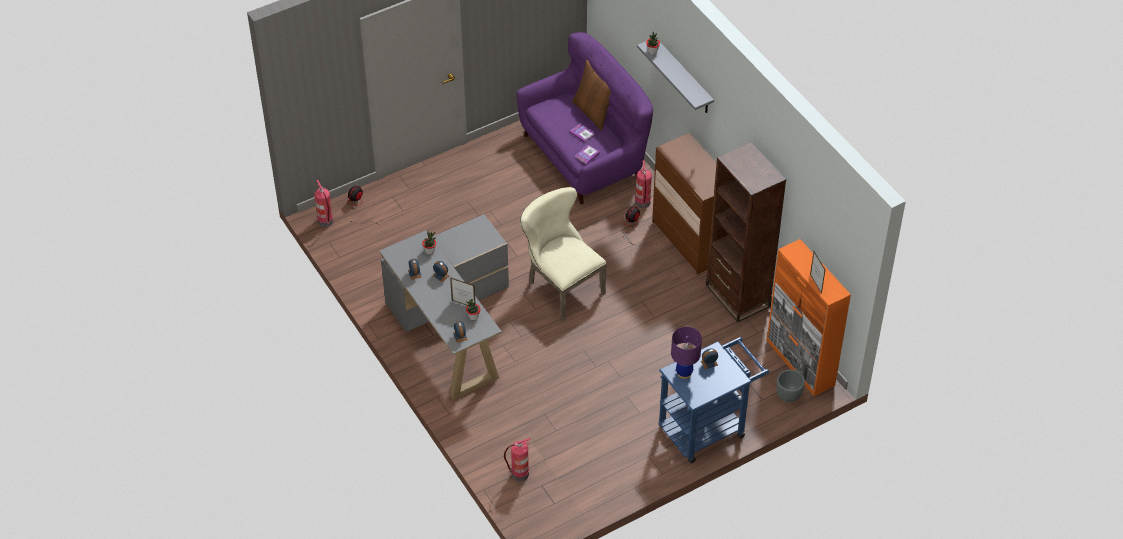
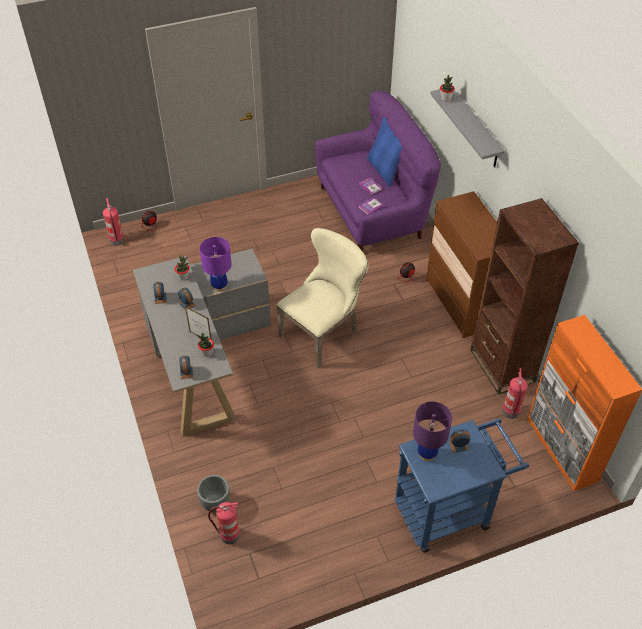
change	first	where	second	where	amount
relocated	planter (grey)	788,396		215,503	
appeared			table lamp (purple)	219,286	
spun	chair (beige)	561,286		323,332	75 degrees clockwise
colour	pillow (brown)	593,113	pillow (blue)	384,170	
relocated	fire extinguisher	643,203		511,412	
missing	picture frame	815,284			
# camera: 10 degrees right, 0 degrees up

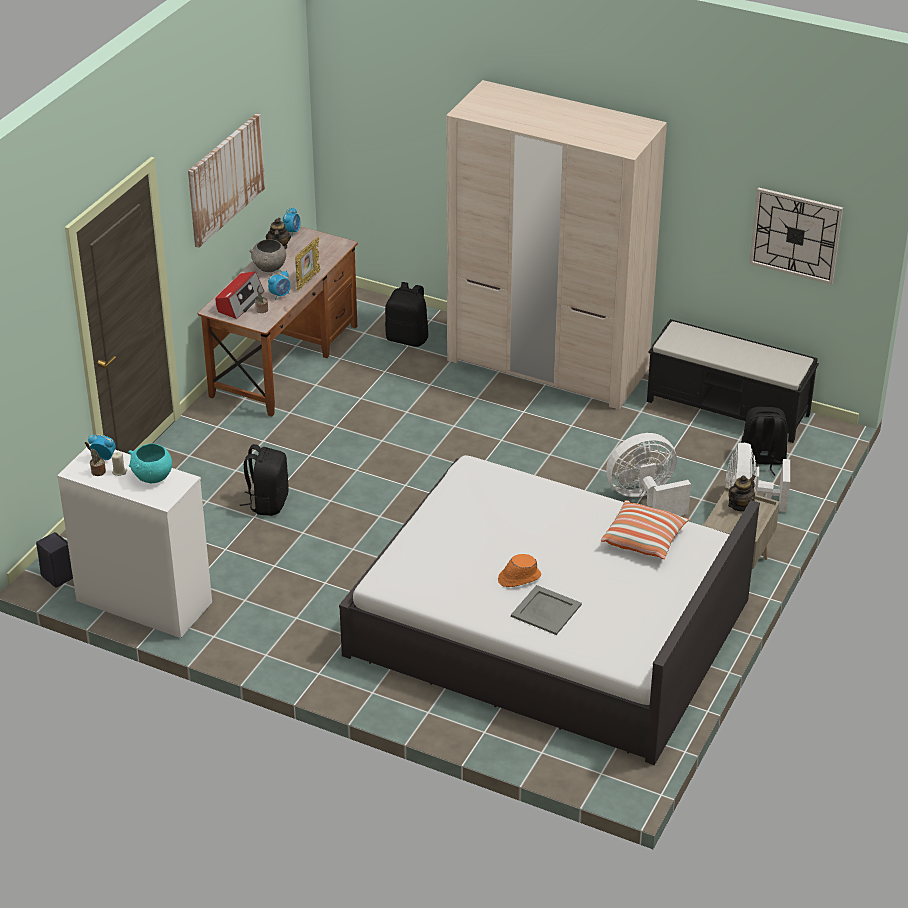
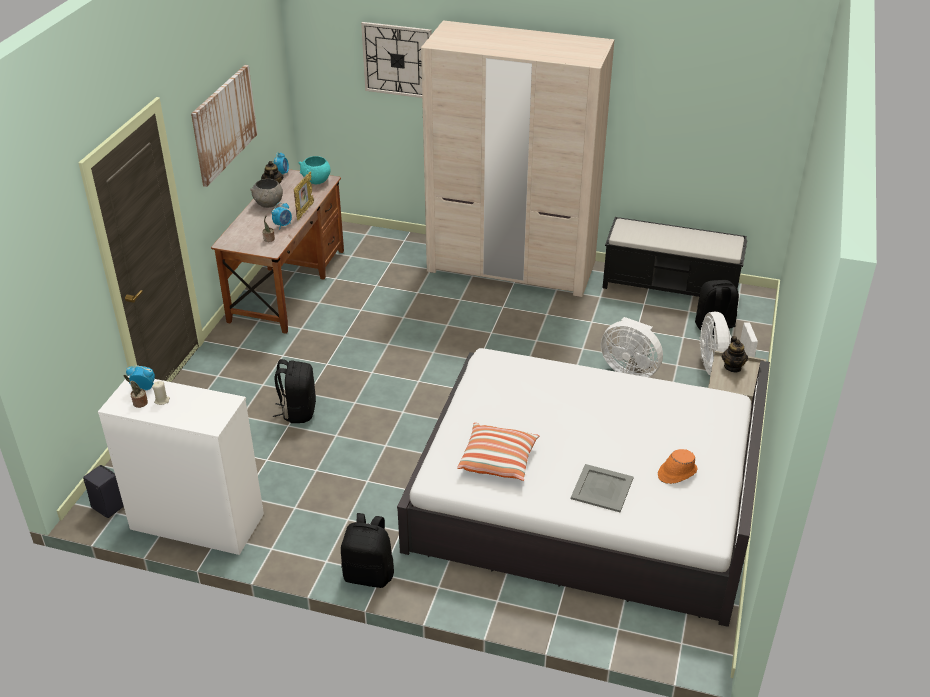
change	first	where	second	where	amount
relocated	bowl (turquoise)	152,478		316,181	
relocated	backpack (black)	408,339		369,574	
relocated	wall clock	796,235		398,60	
relocated	pillow	644,540		498,460	
spun	fan (white)	645,499		630,370	120 degrees counterclockwise
relocated	hat (orange)	519,578		676,473	
spun	teapot	740,506		733,367	150 degrees clockwise
missing	radio	239,302			
# camera: 10 degrees left, 0 degrees up

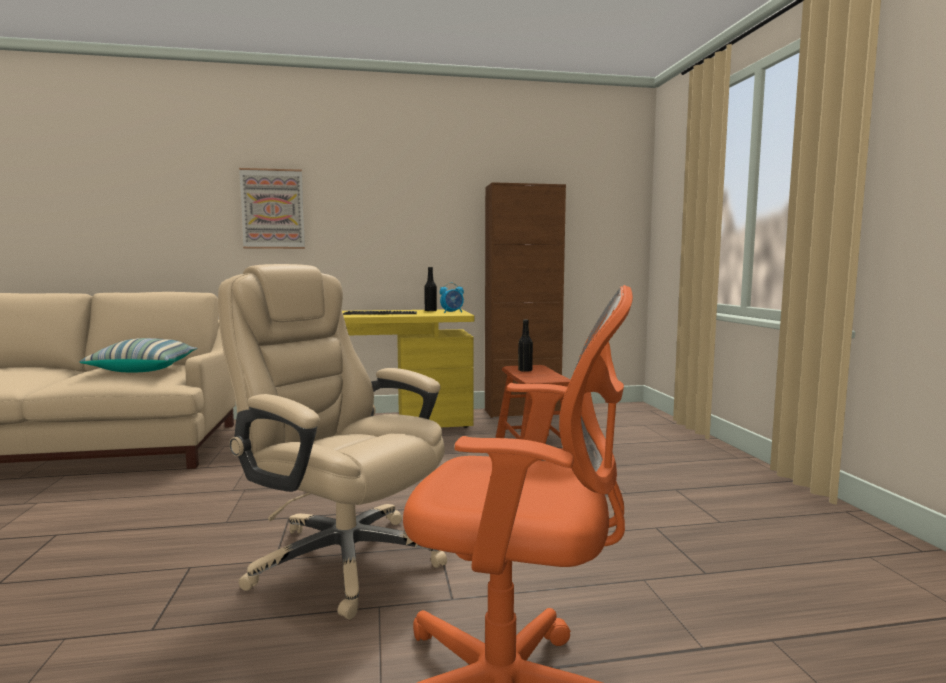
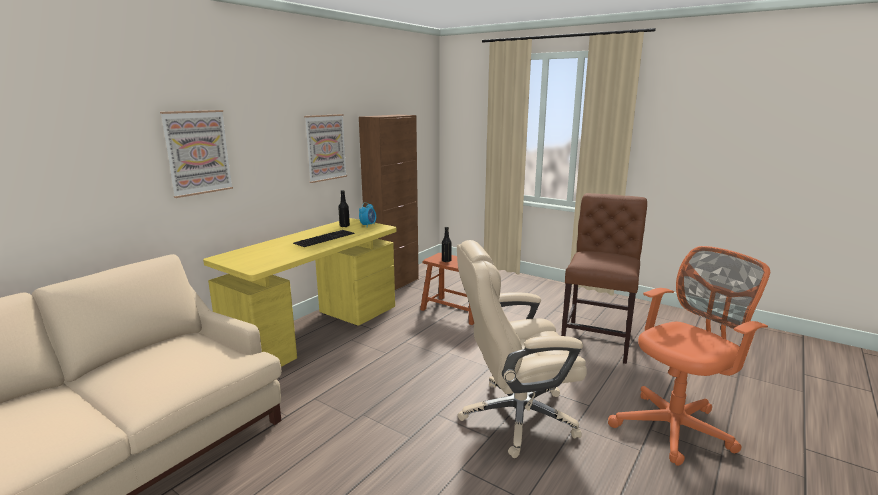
change	first	where	second	where	amount
appeared			picture	325,147	
appeared			chair (brown)	597,338	
missing	pillow	144,369			
# camera: 45 degrees left, 10 degrees up

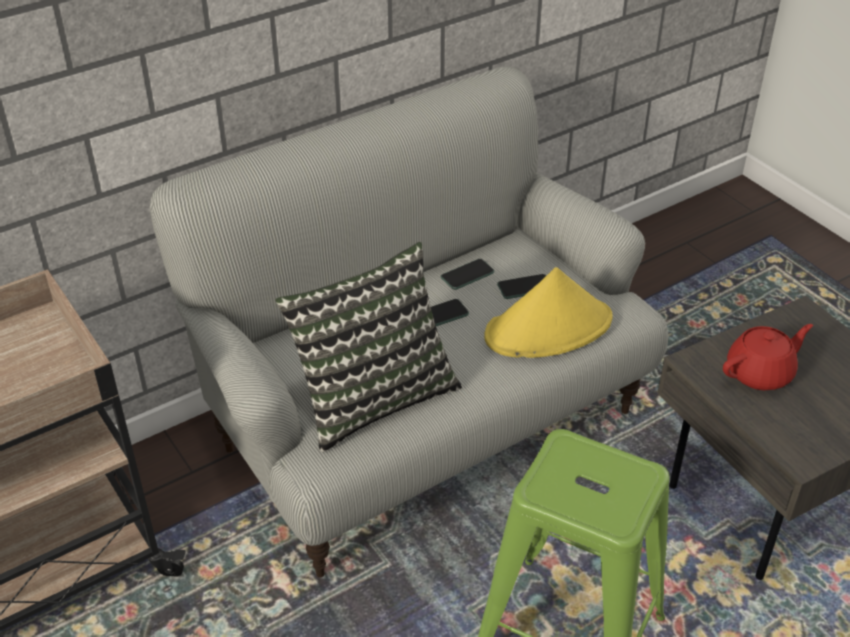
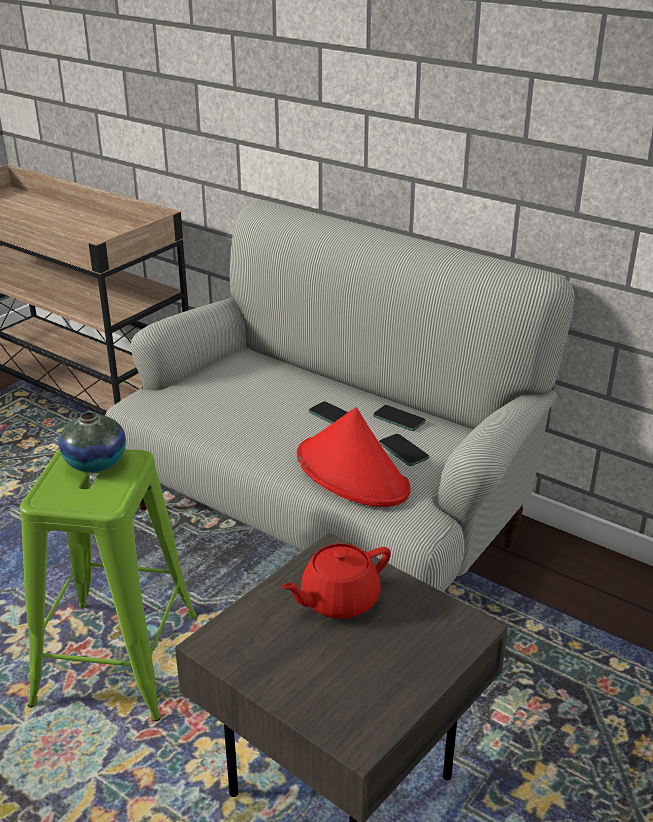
change	first	where	second	where	amount
appeared			vase	95,463	
spun	teapot (red)	760,373		338,600	105 degrees clockwise
colour	hat (yellow)	549,328	hat (red)	352,473	
missing	pillow	372,396			
# camera: 70 degrees right, 10 degrees down

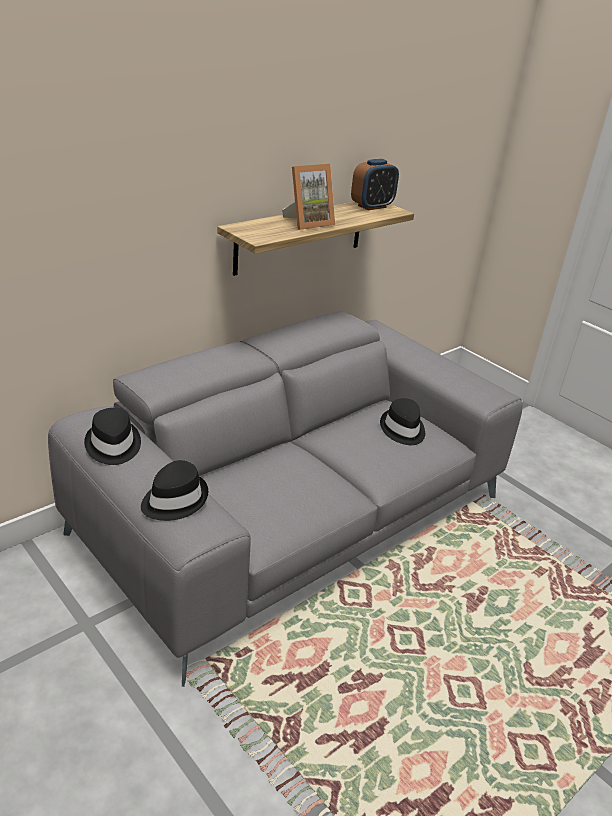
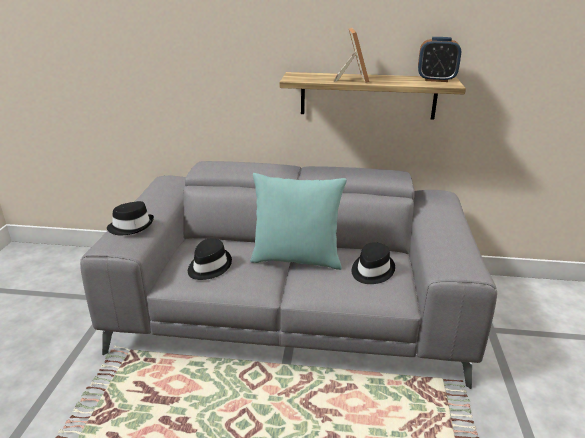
change	first	where	second	where	amount
relocated	hat (black)	112,445		208,266	
appeared			pillow (turquoise)	296,259	
spun	picture frame	308,223		352,79	105 degrees counterclockwise
# camera: 50 degrees right, 5 degrees down

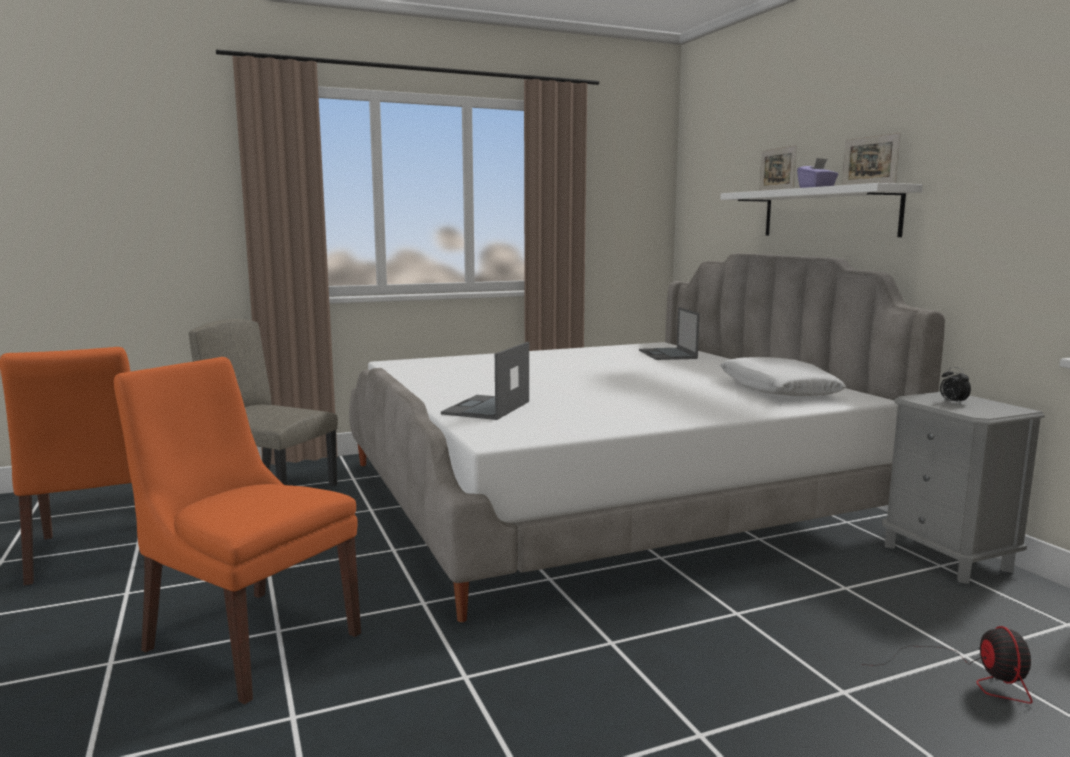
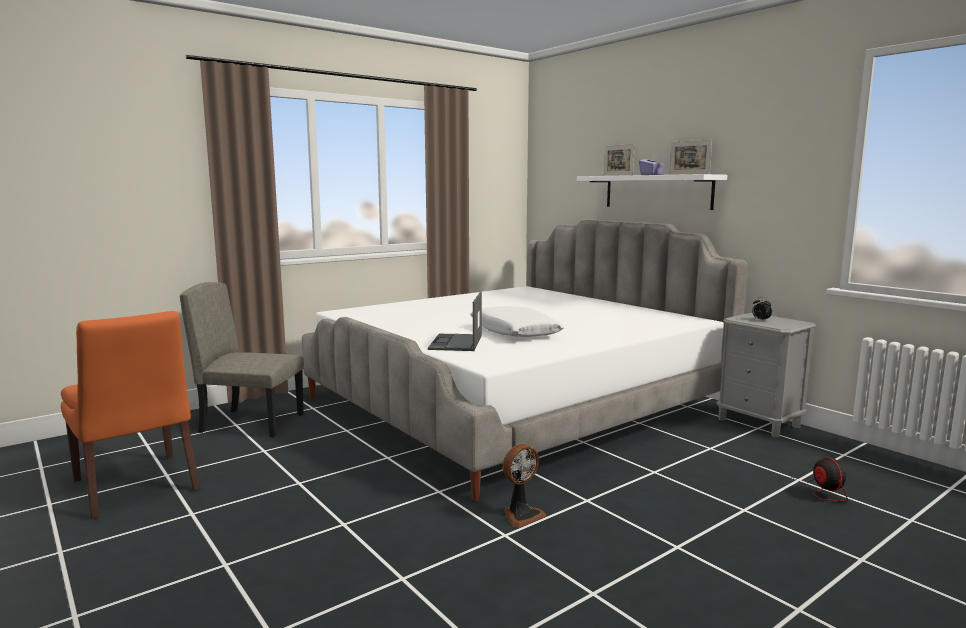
change	first	where	second	where	amount
relocated	pillow (white)	777,390		514,332	
appeared			fan	521,515	
missing	chair (orange)	248,639			
missing	laptop	668,354			
# camera: 15 degrees left, 0 degrees up

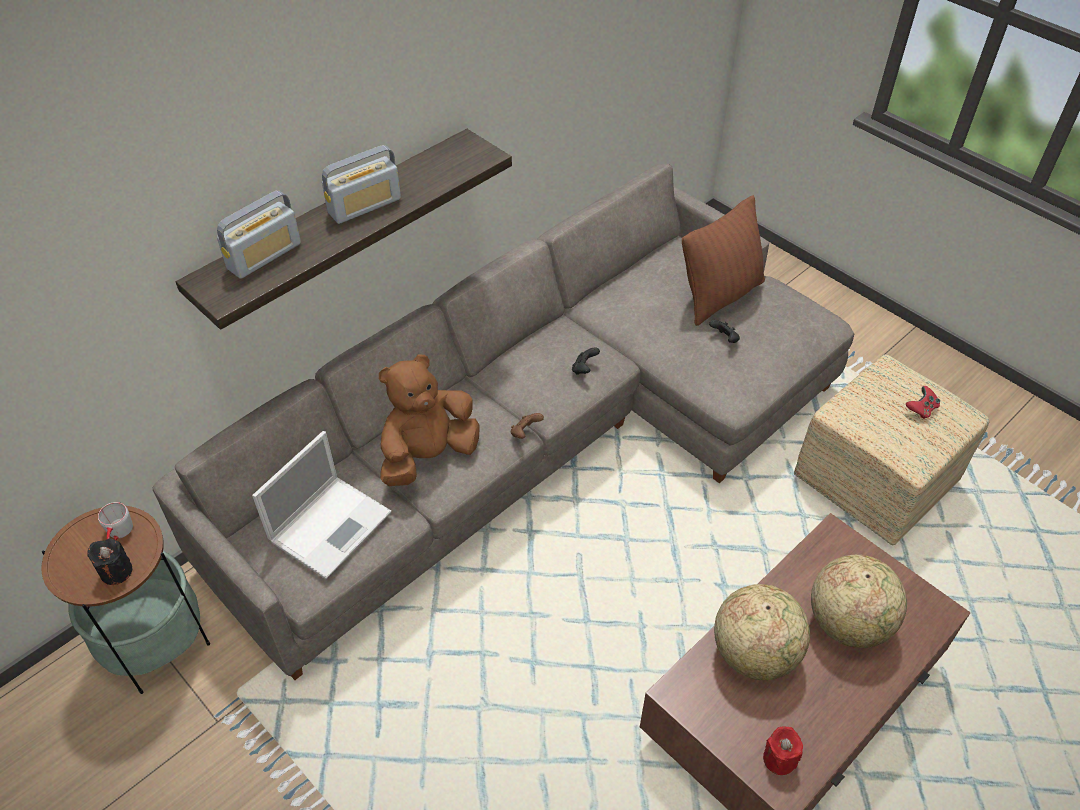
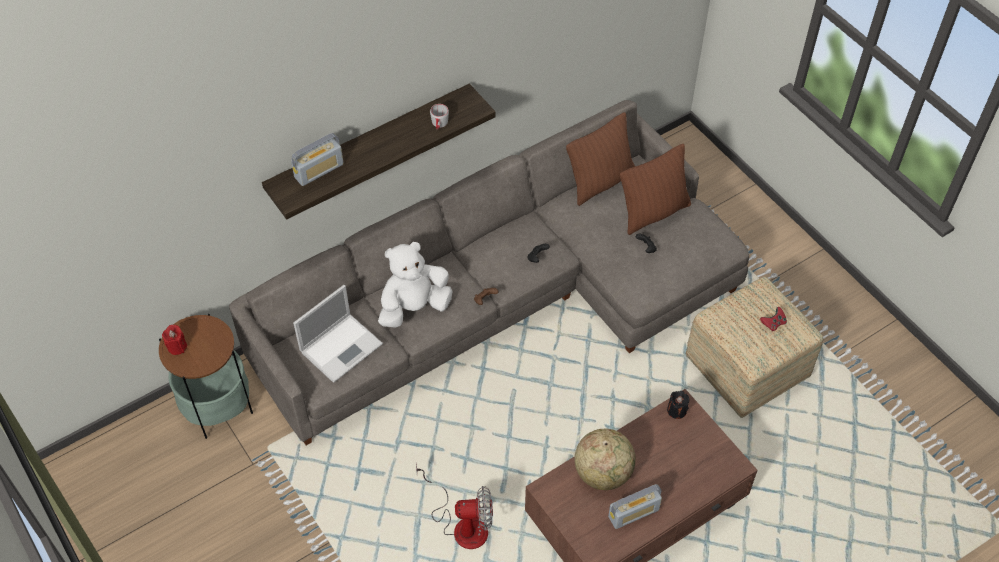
change	first	where	second	where	amount
relocated	candle (red)	779,759		177,346	
colour	plush toy (brown)	428,455	plush toy (white)	414,307	
appeared			fan	462,524	
relocated	mug (grey)	119,533		439,125	
appeared			pillow (brown)	600,182	
relocated	radio	365,206		633,513	
relocated	candle (black)	116,572		676,410	
missing	globe	848,623			
# camera: 10 degrees right, 5 degrees up

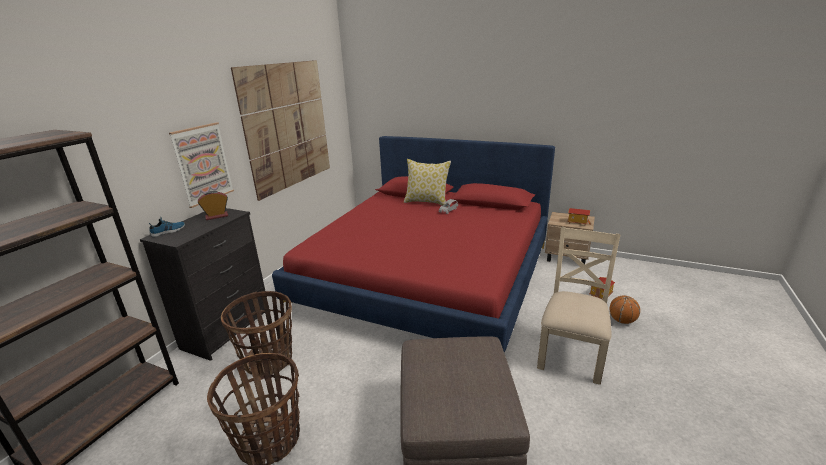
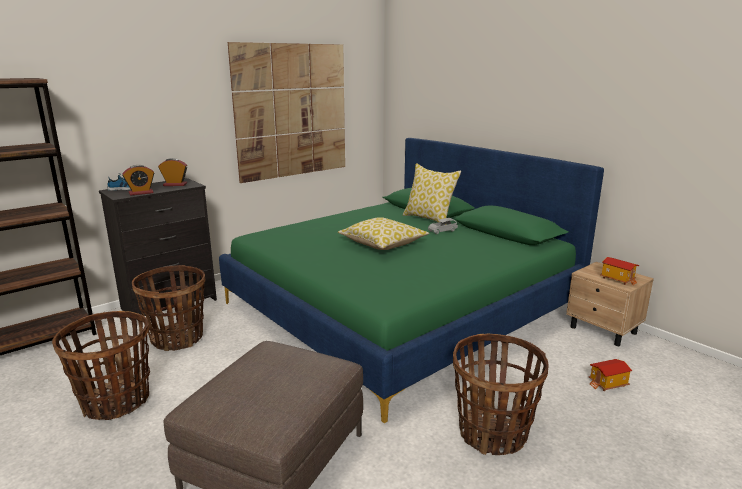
change	first	where	second	where	amount
appeared			alarm clock	141,193	
colour	bed (red)	428,277	bed (green)	401,307	
appeared			pillow	383,244	
exchanged	chair (beige)	571,353	basket	493,433	
missing	picture	203,164			
missing	basketball	622,321			
# camera: 25 degrees right, 5 degrees down

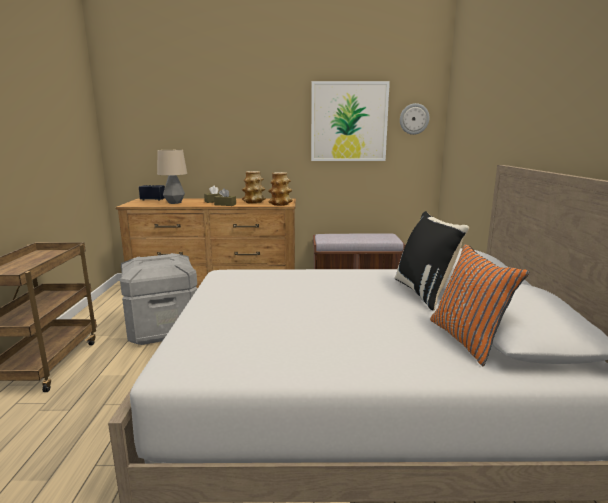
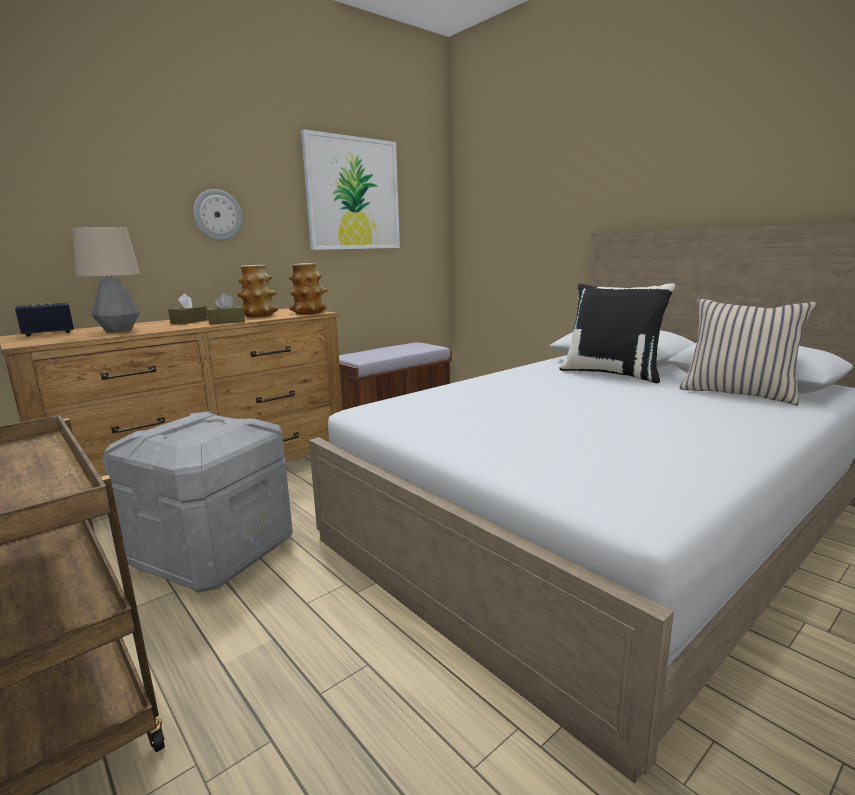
change	first	where	second	where	amount
relocated	wall clock	414,119		217,215	
colour	pillow (orange)	468,339	pillow (beige)	738,393	
# camera: 40 degrees left, 0 degrees up

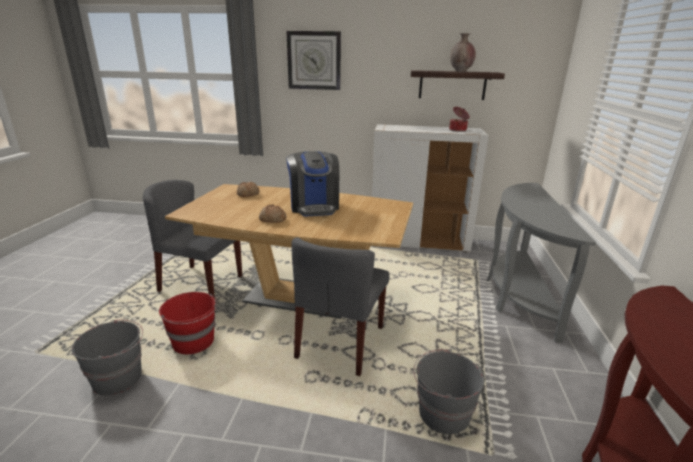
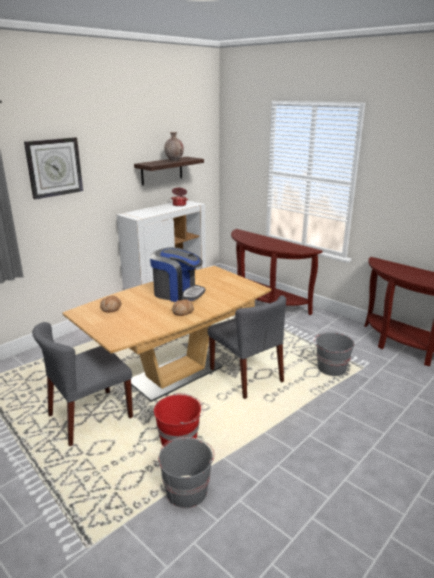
change	first	where	second	where	amount
colour	console table (grey)	517,296	console table (brown)	264,304	
# camera: 55 degrees left, 0 degrees up

